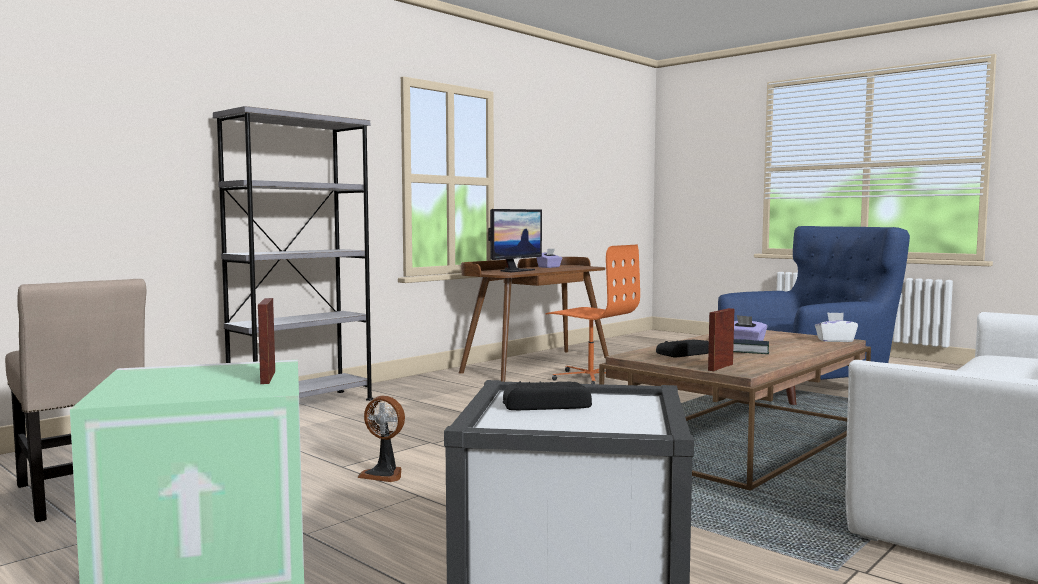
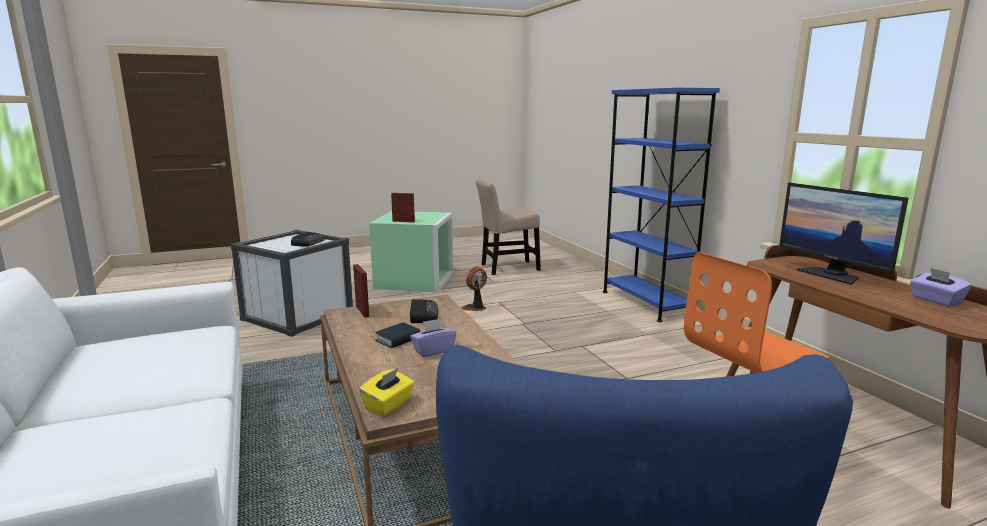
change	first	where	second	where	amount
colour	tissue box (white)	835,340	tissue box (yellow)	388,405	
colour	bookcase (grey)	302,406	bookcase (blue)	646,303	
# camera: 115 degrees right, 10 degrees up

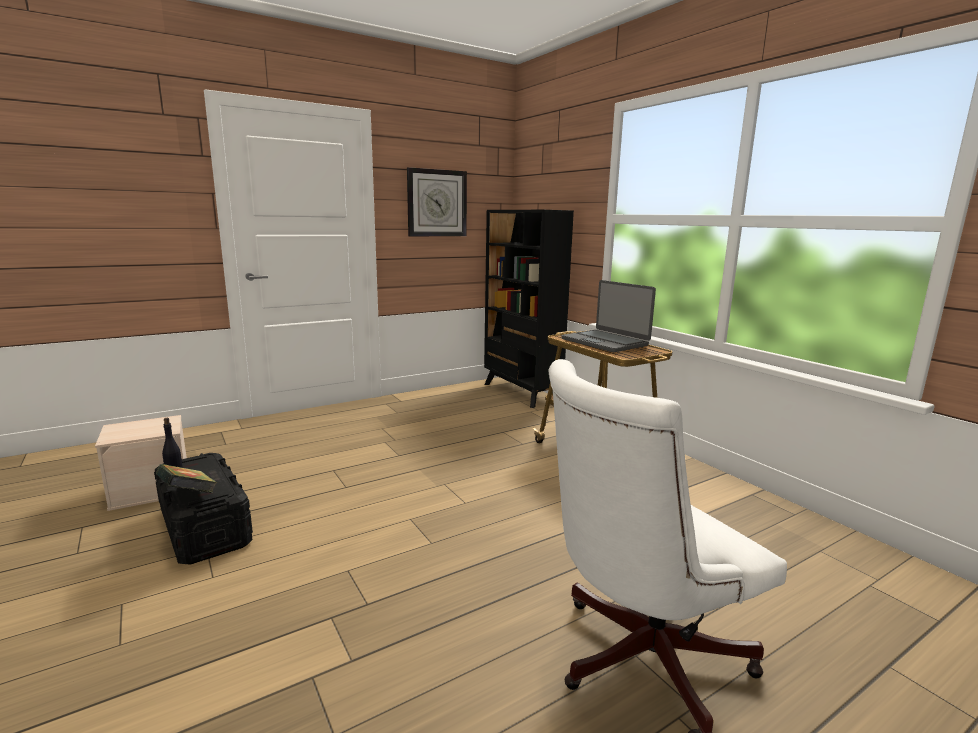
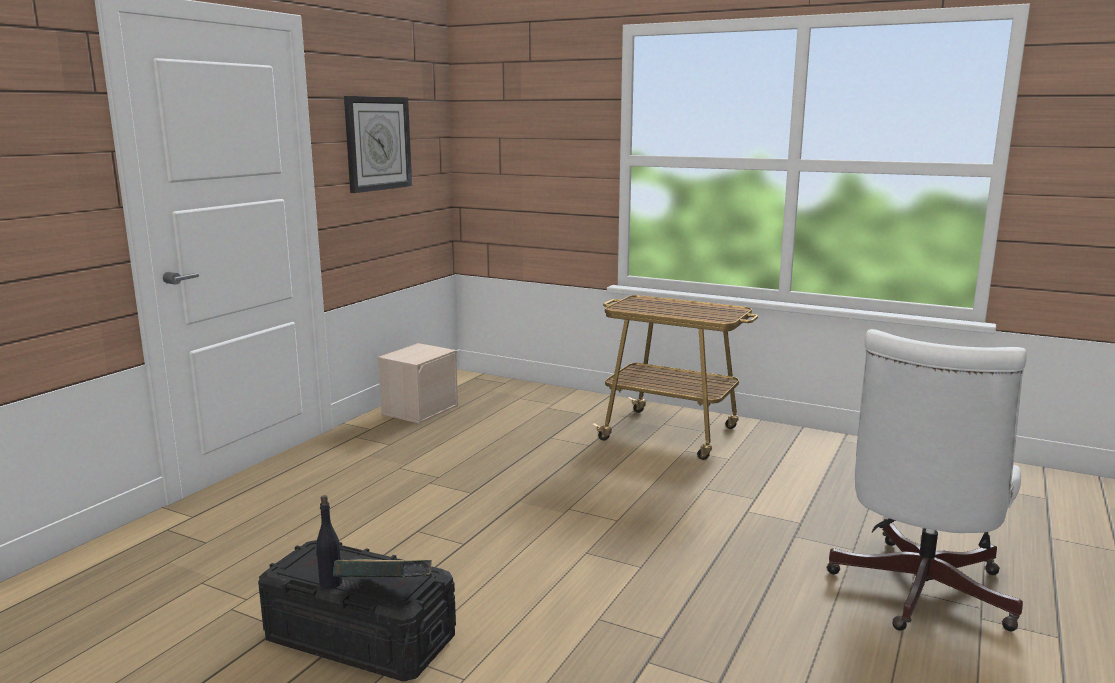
change	first	where	second	where	amount
relocated	storage box (beige)	152,489		420,409	
missing	bookcase (black)	521,393			
missing	laptop	605,342			
# camera: 30 degrees left, 0 degrees up

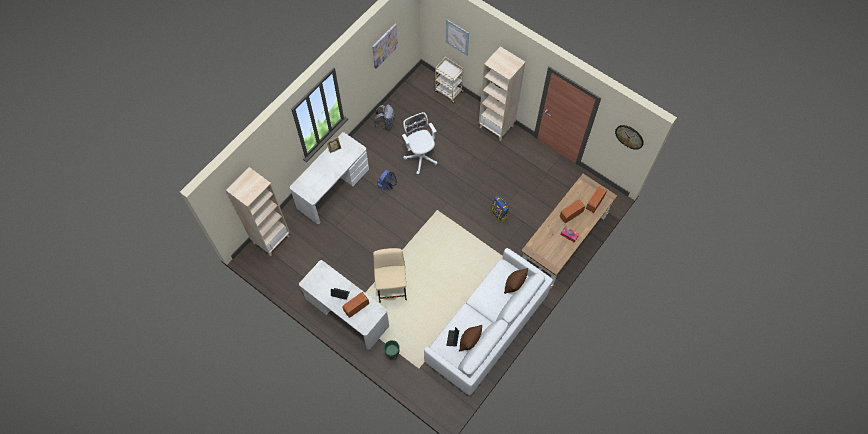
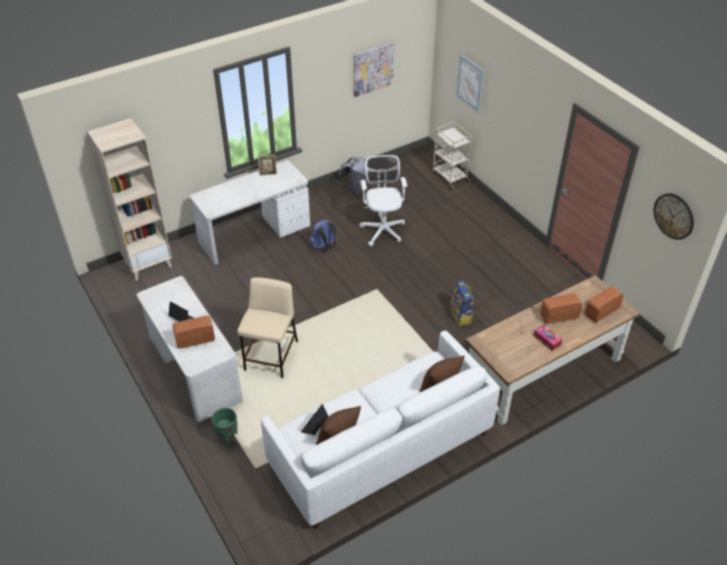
change	first	where	second	where	amount
missing	bookcase (beige)	496,126			
# camera: 20 degrees right, 20 degrees down

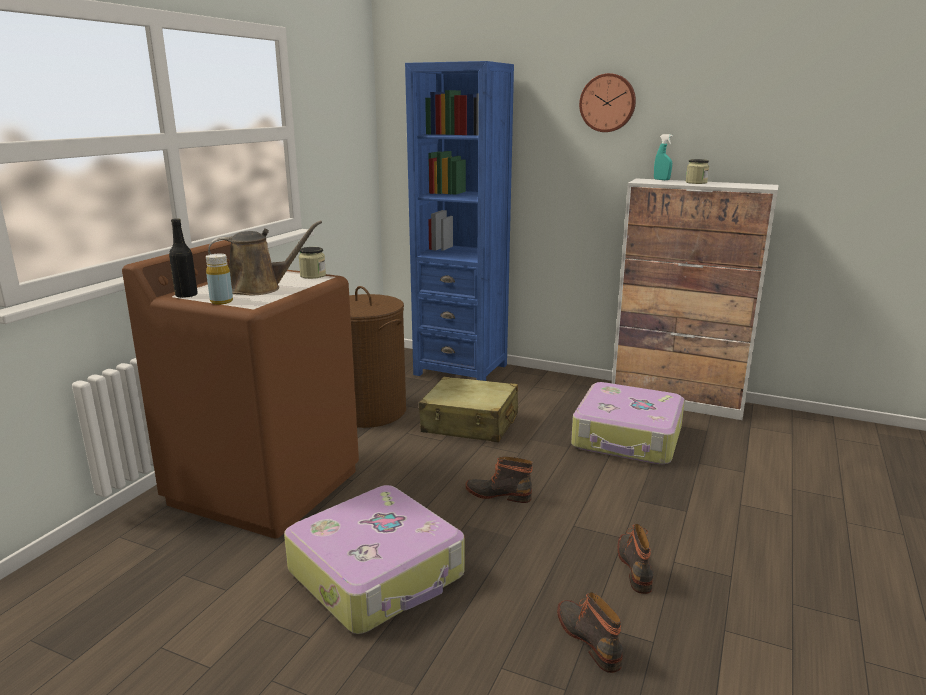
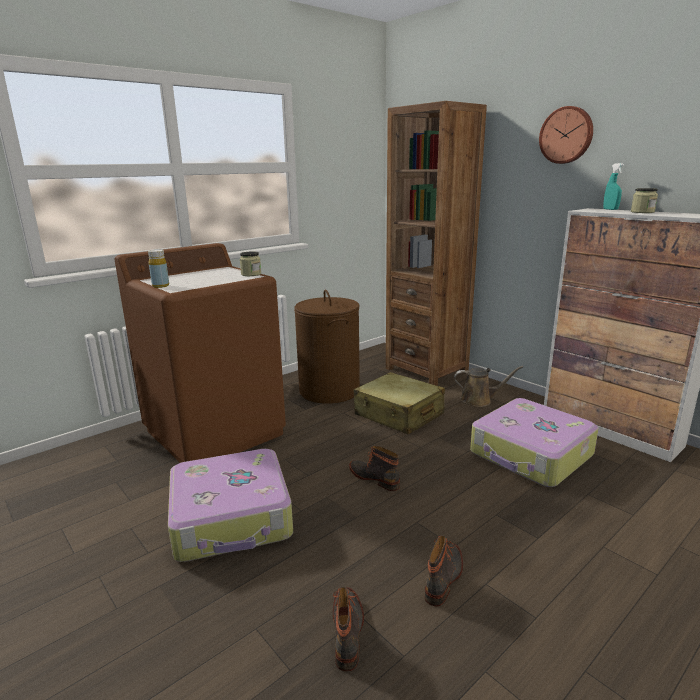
change	first	where	second	where	amount
colour	bookcase (blue)	461,369	bookcase (brown)	426,370	
relocated	watering can (brown)	260,288		479,400	
missing	bottle (black)	186,295			
# camera: 25 degrees right, 0 degrees up

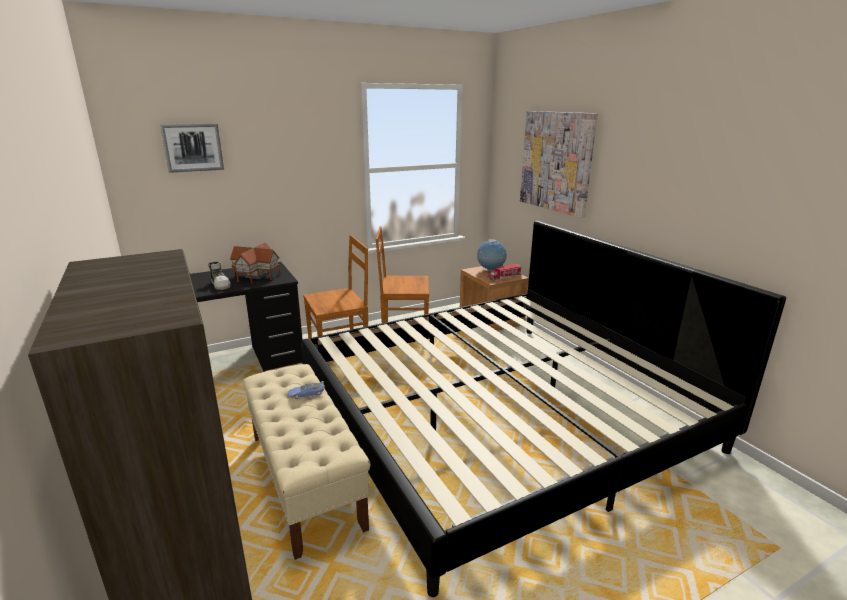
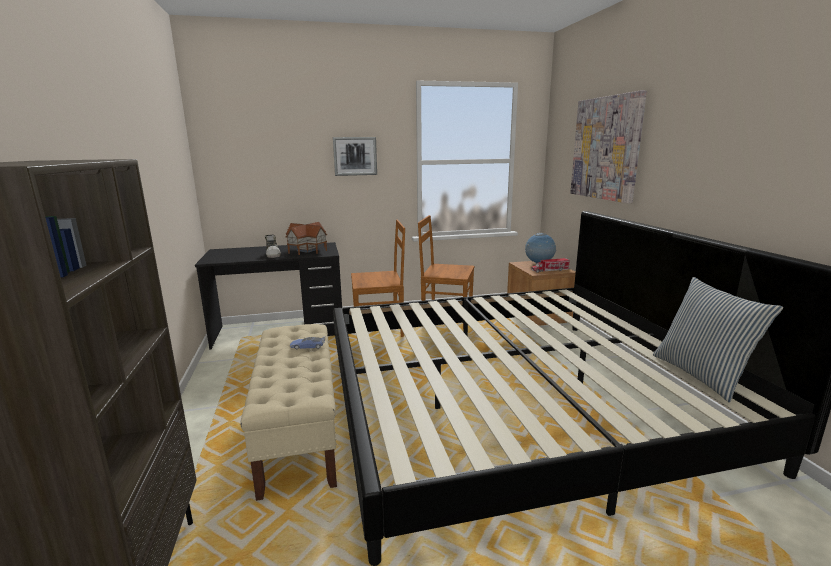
change	first	where	second	where	amount
relocated	picture	193,147		355,156	
appeared			pillow	701,375	
# camera: 15 degrees right, 5 degrees down

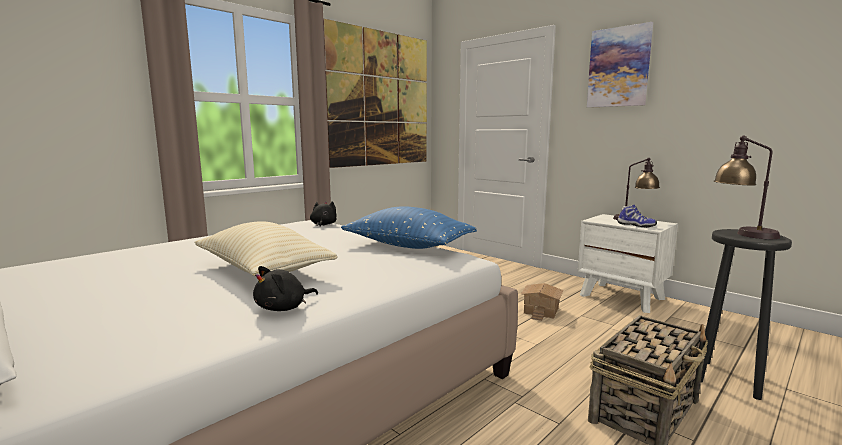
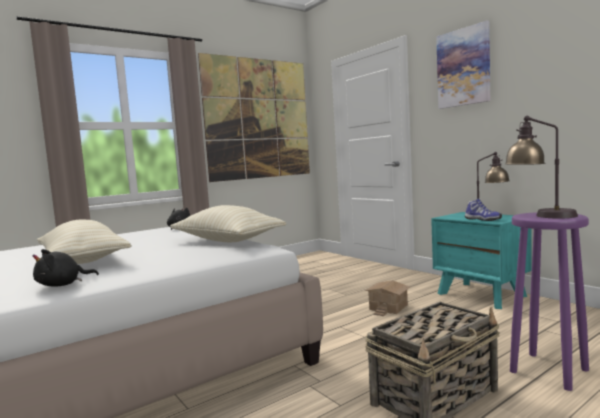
change	first	where	second	where	amount
colour	pillow (blue)	408,246	pillow (beige)	227,241	
colour	nightstand (white)	622,297	nightstand (turquoise)	481,295	
colour	stool (black)	728,378	stool (purple)	547,370	
# camera: 10 degrees right, 5 degrees down

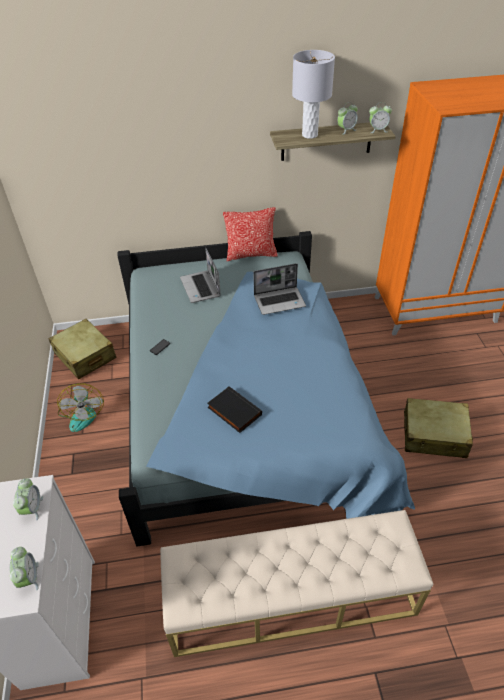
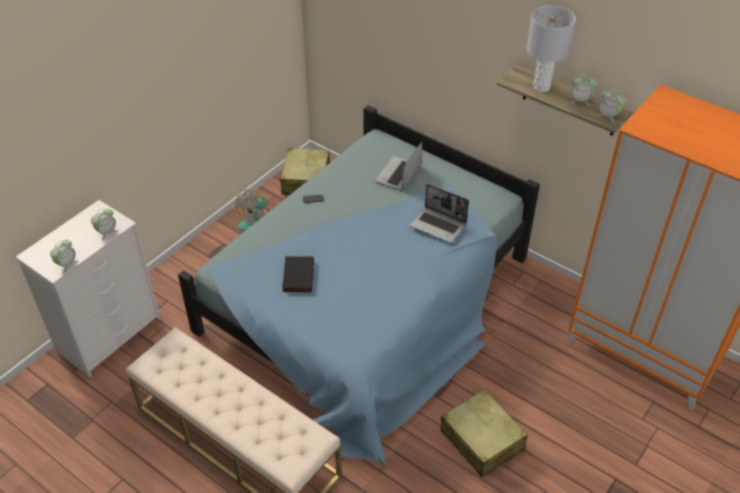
change	first	where	second	where	amount
missing	pillow	251,254			
# camera: 45 degrees right, 0 degrees up

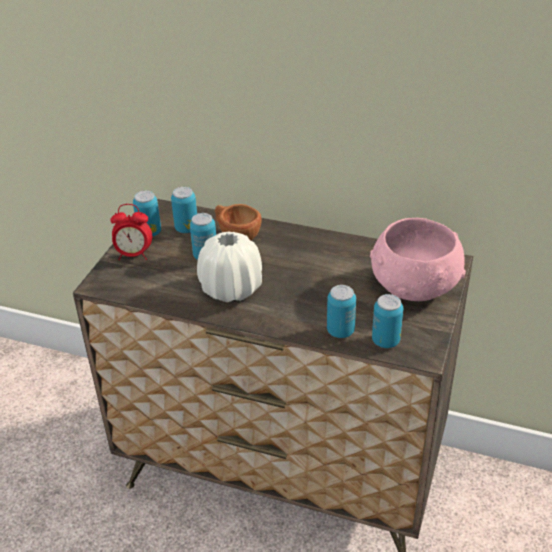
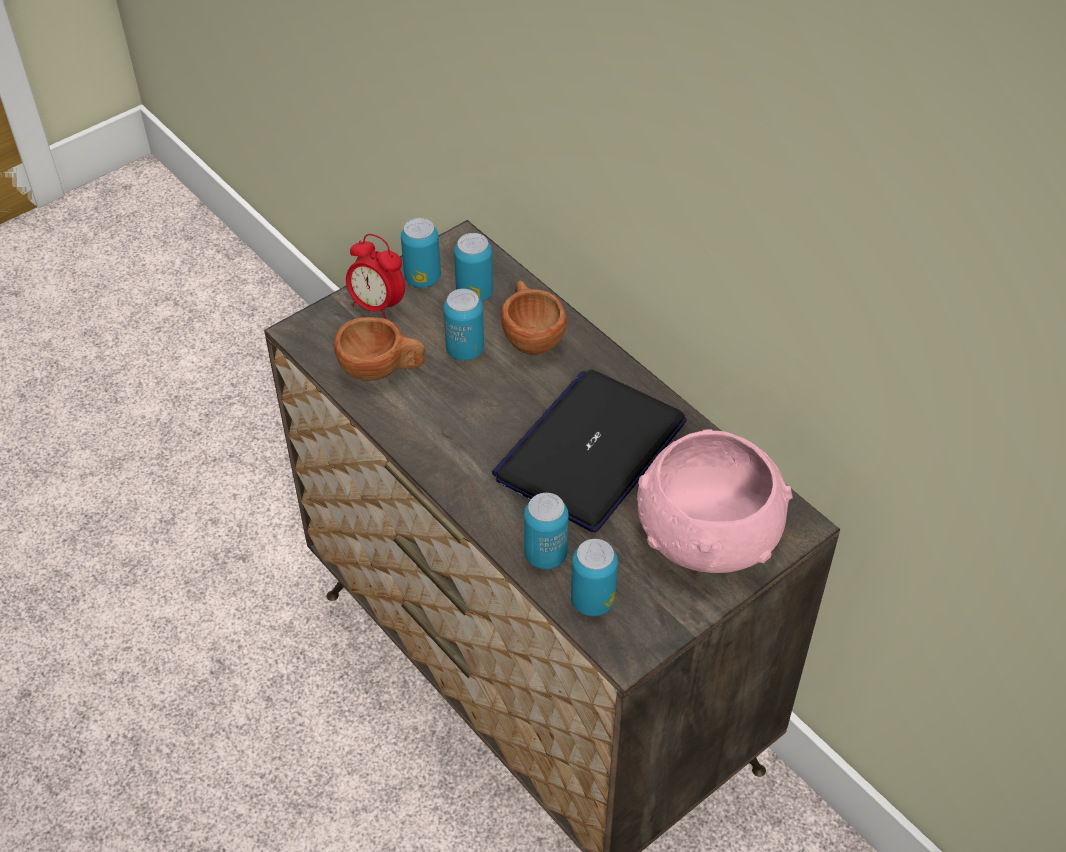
change	first	where	second	where	amount
appeared			cup (brown)	382,369	
appeared			laptop	590,450	
missing	vase (white)	231,288			
# camera: 30 degrees right, 10 degrees up

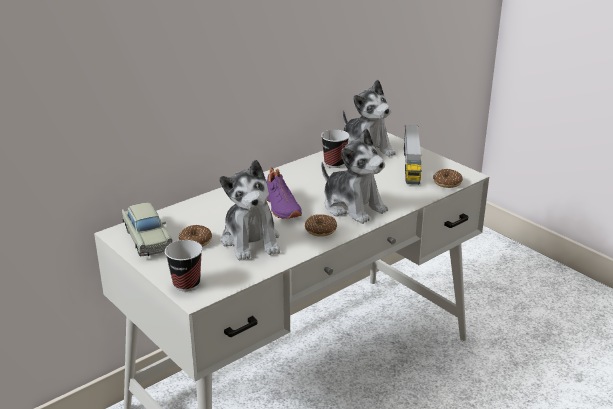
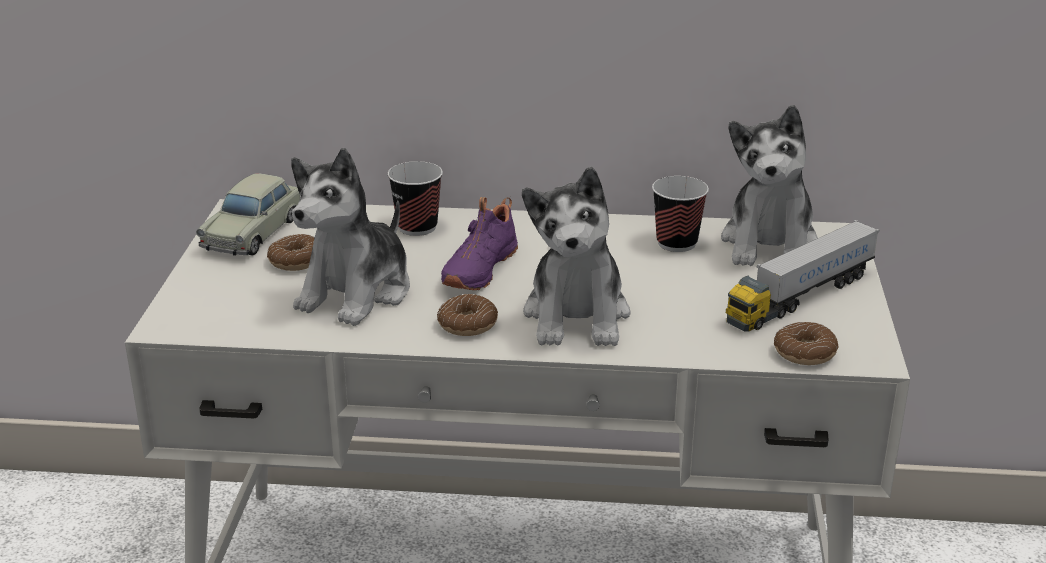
change	first	where	second	where	amount
relocated	cup	186,284		417,227	
# camera: 45 degrees right, 0 degrees up

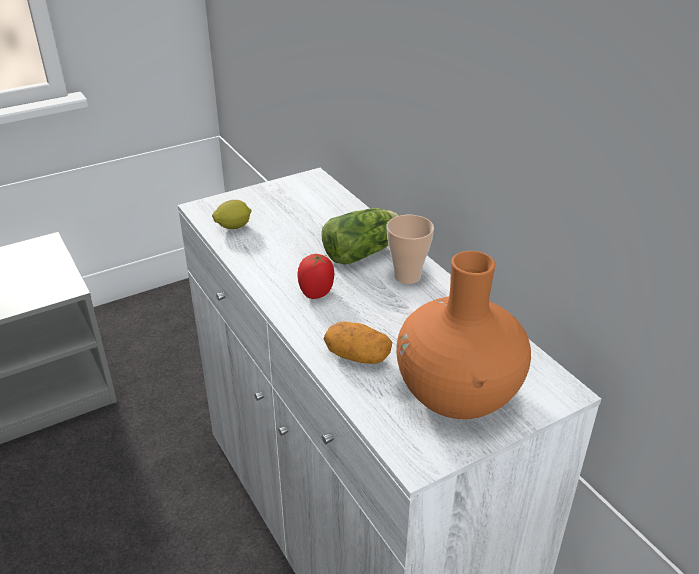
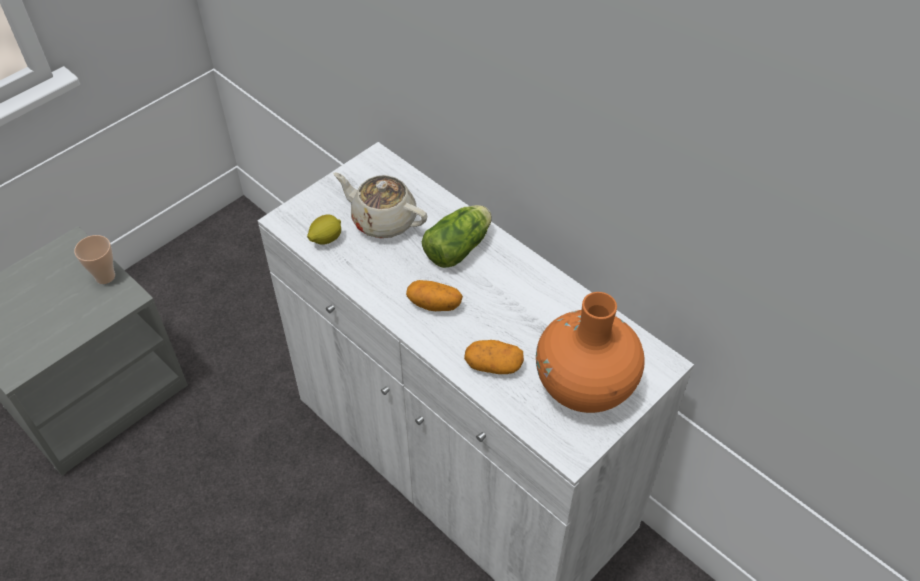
change	first	where	second	where	amount
relocated	cup	407,276		105,276	
appeared			teapot (beige)	383,220	
exchanged	tomato	316,293	potato	434,304	
# camera: 15 degrees left, 15 degrees up

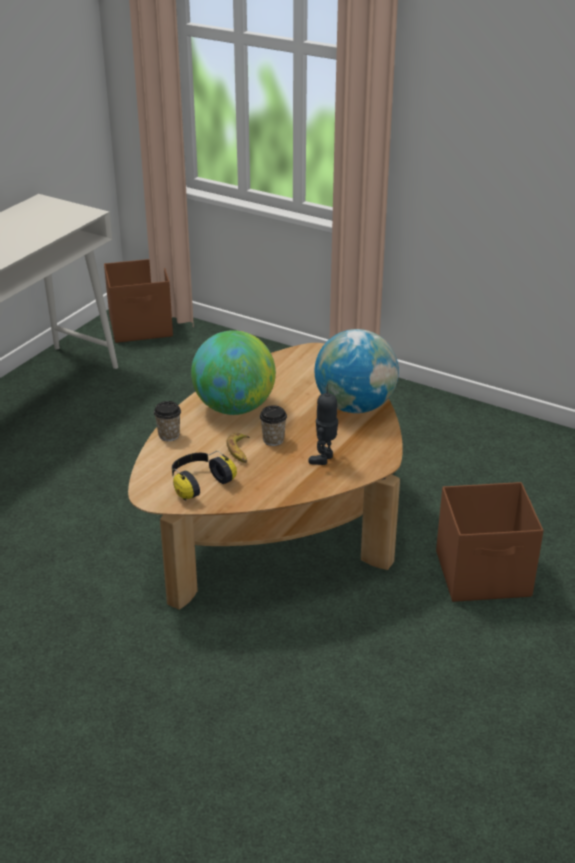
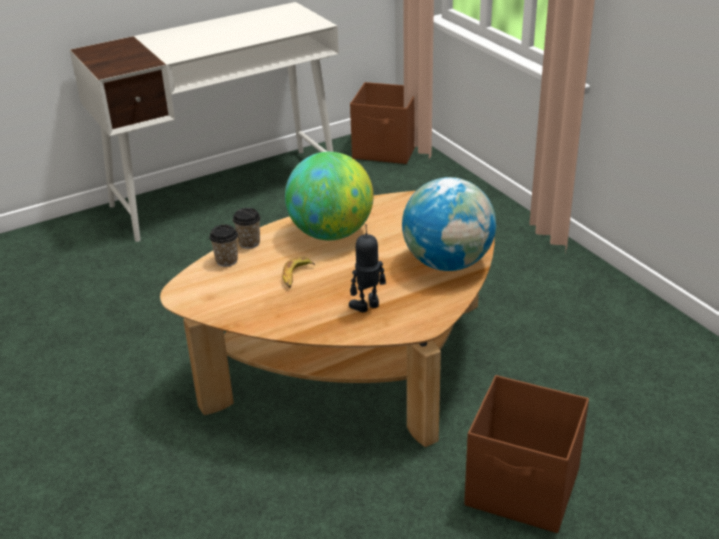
change	first	where	second	where	amount
relocated	cup	273,440		227,261	
missing	headphones	199,483			
# camera: 30 degrees right, 0 degrees up

